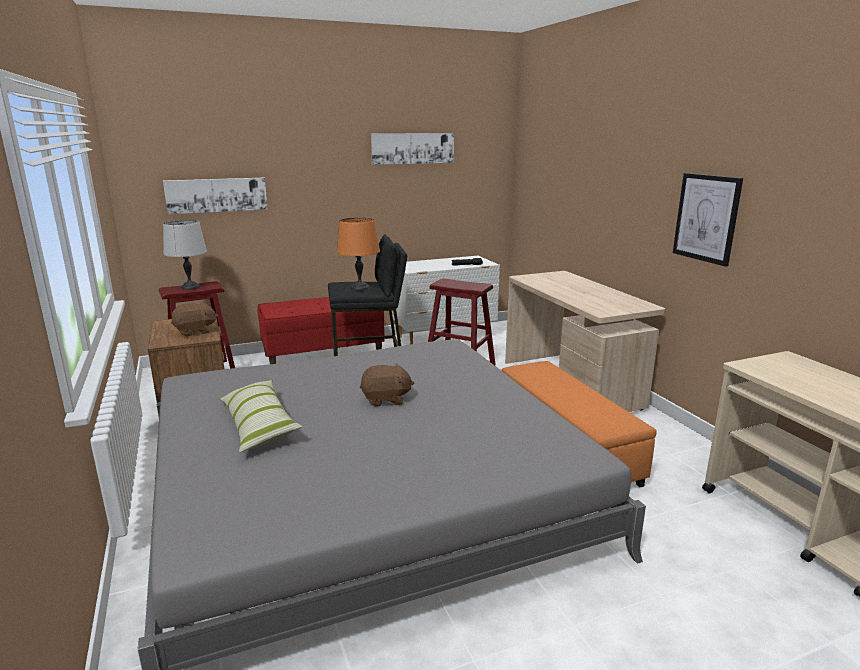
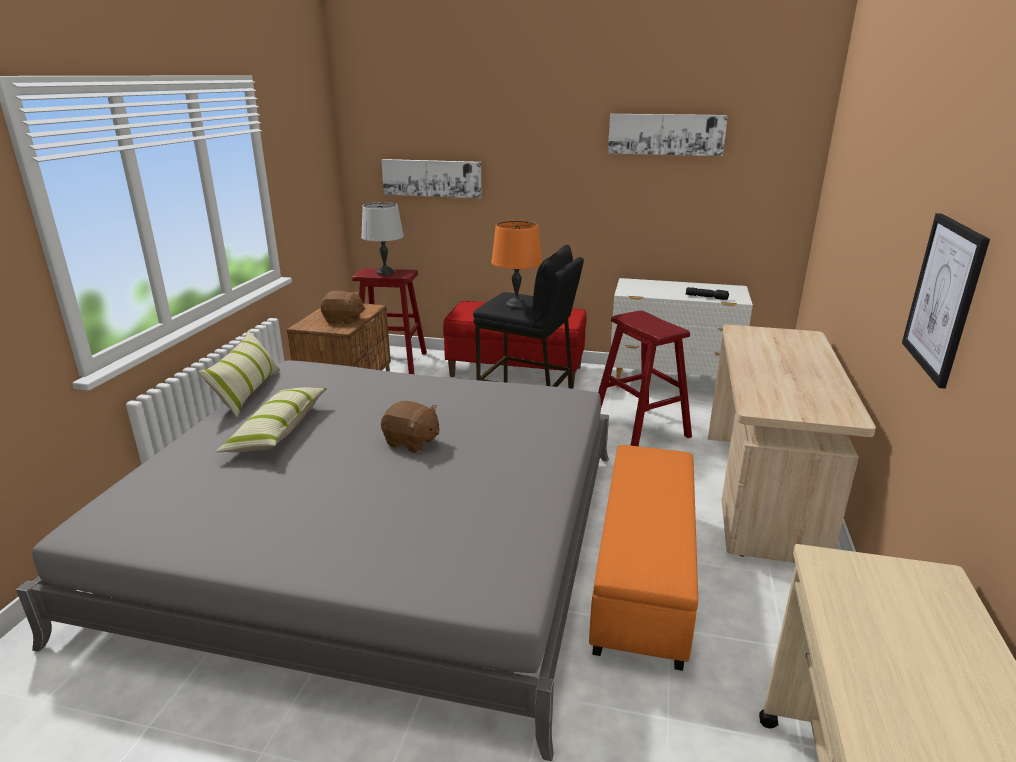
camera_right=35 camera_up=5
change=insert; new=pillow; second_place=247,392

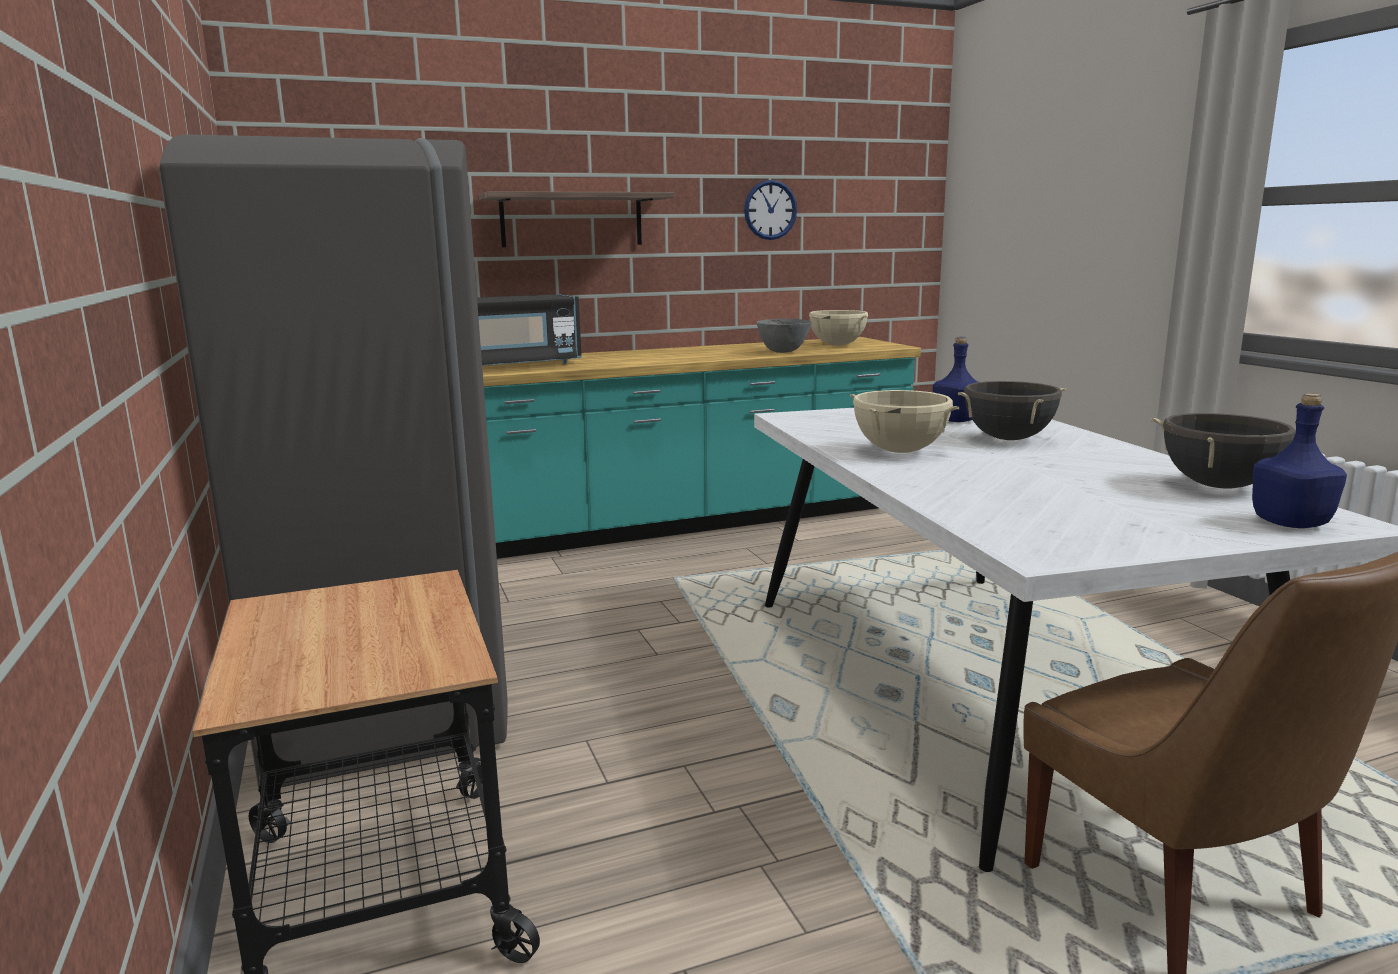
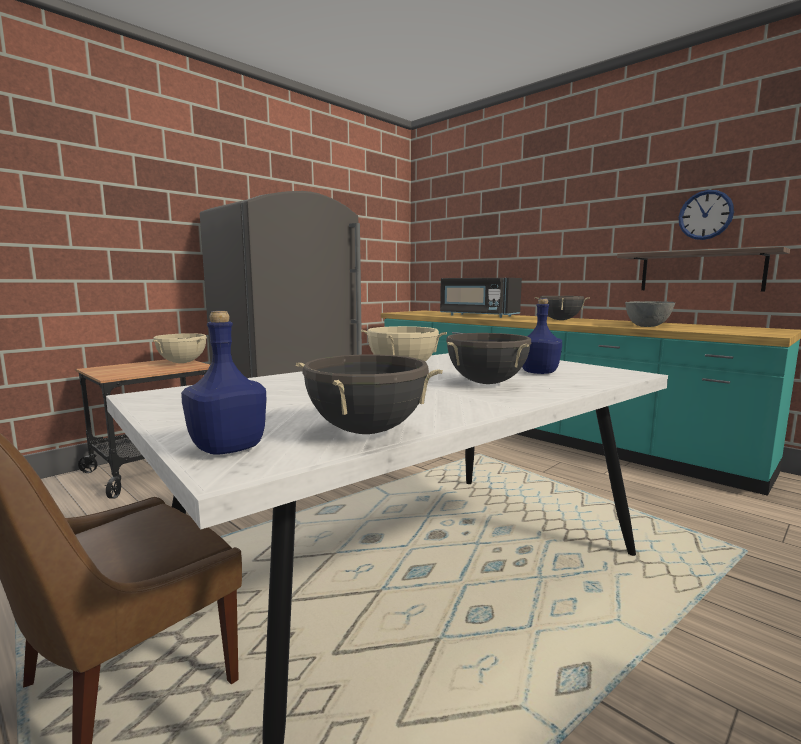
camera_right=65 camera_up=-5
change=move; old=shelf; first_place=572,220; second_place=700,271
change=move; old=cooking pot/beige; first_place=837,345; second_place=182,363
change=insert; new=cooking pot/black; second_place=560,320

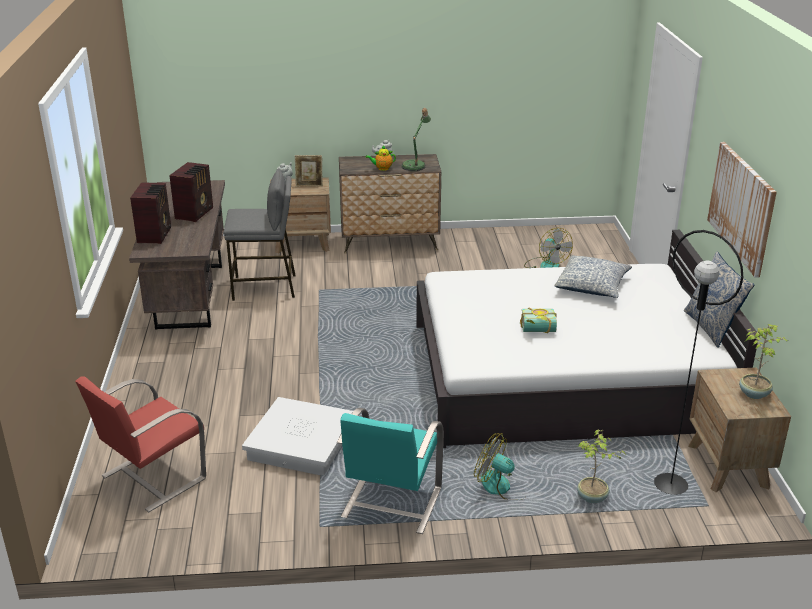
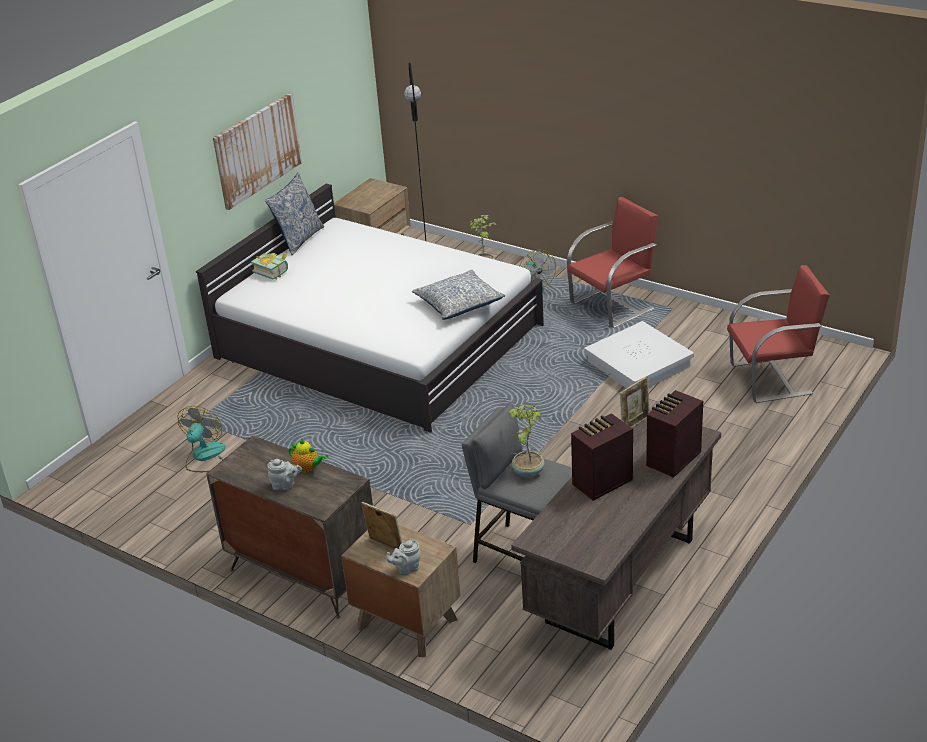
camera_right=-140 camera_up=5
change=recolor; old=chair/turquoise; new=chair/red; first_place=390,504; second_place=613,305
change=delete; old=table lamp; first_place=415,165
change=move; old=book; first_place=538,330; second_place=273,271
change=move; old=pillow; first_place=592,286; second_place=459,304
change=move; old=potted plant; first_place=754,393; second_place=527,472
change=insert; new=picture frame; second_place=634,423

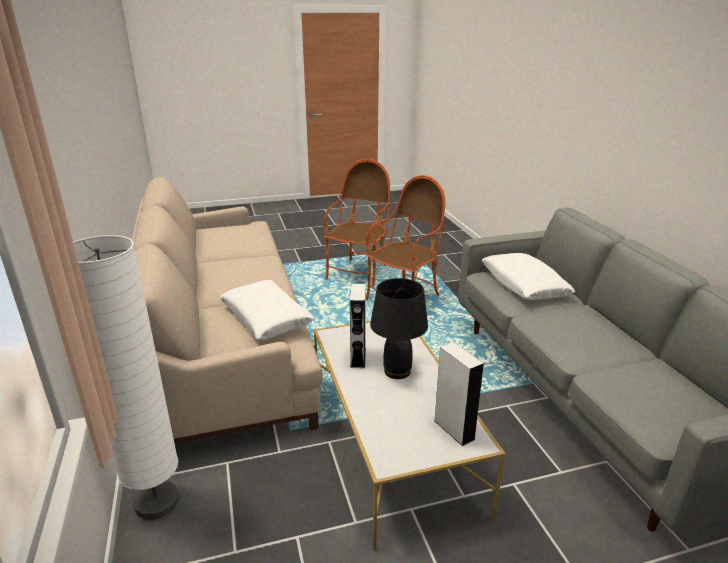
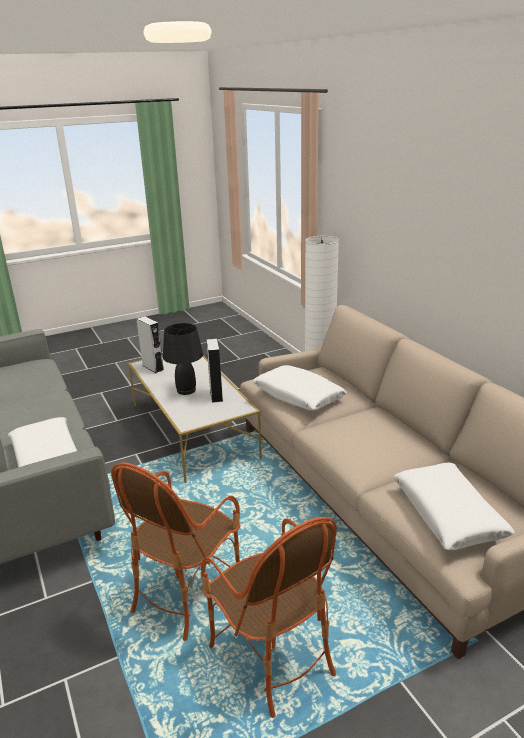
camera_right=170 camera_up=0
change=rotate; old=armchair; first_place=359,274; second_place=272,656; degrees=-45
change=insert; new=pillow/white; second_place=448,514

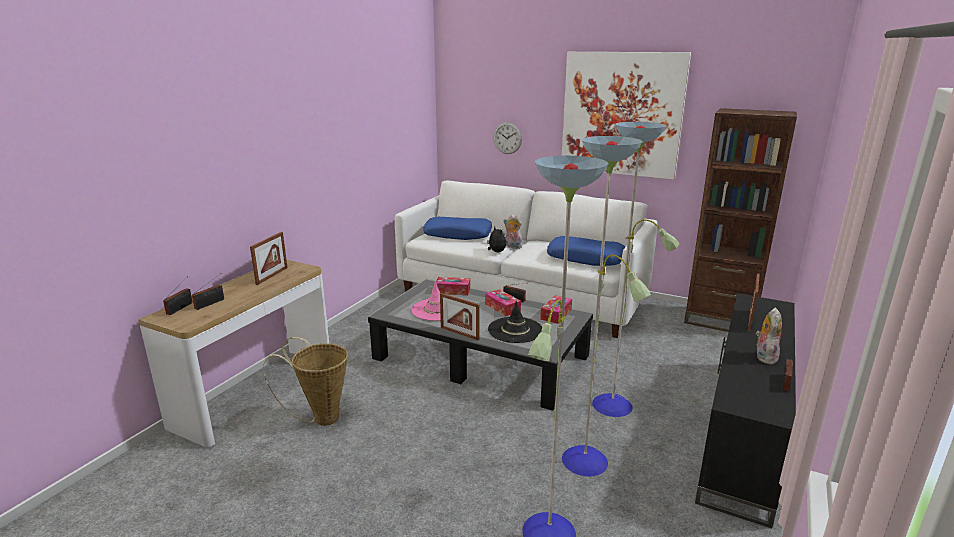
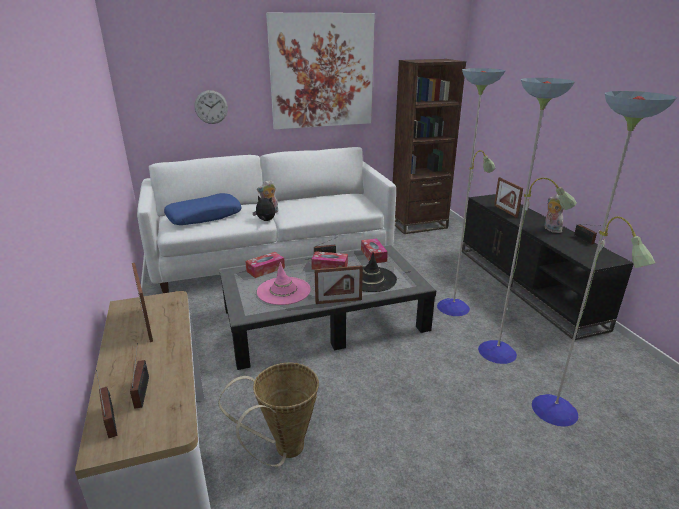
camera_right=-45 camera_up=5
change=delete; old=pillow/blue; first_place=585,258

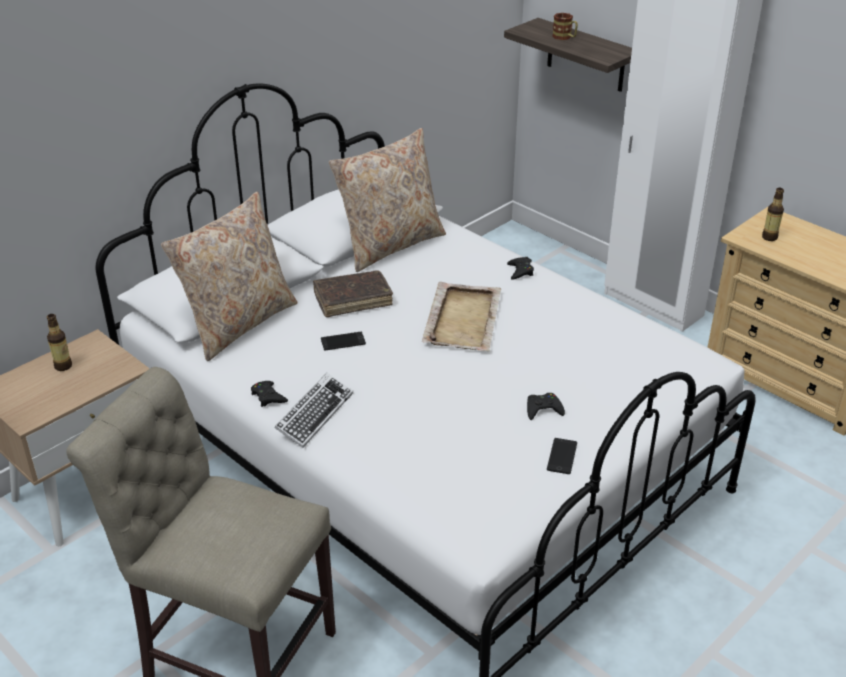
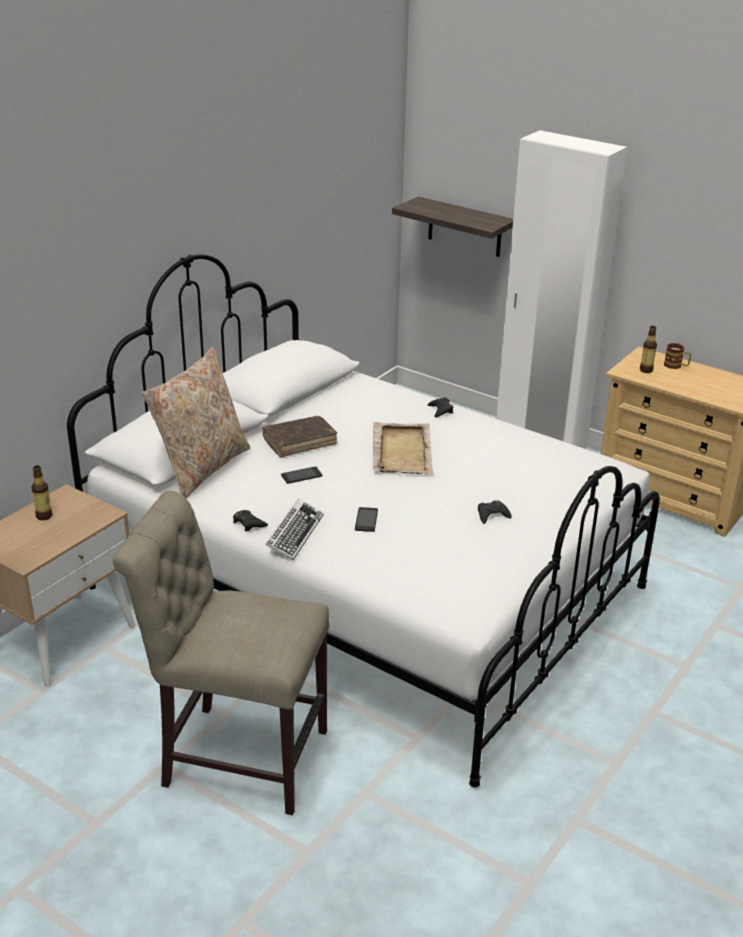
camera_right=-10 camera_up=-5
change=delete; old=pillow/beige; first_place=390,245
change=move; old=phone; first_place=562,456; second_place=366,520
change=move; old=mug; first_place=565,37; second_place=676,366

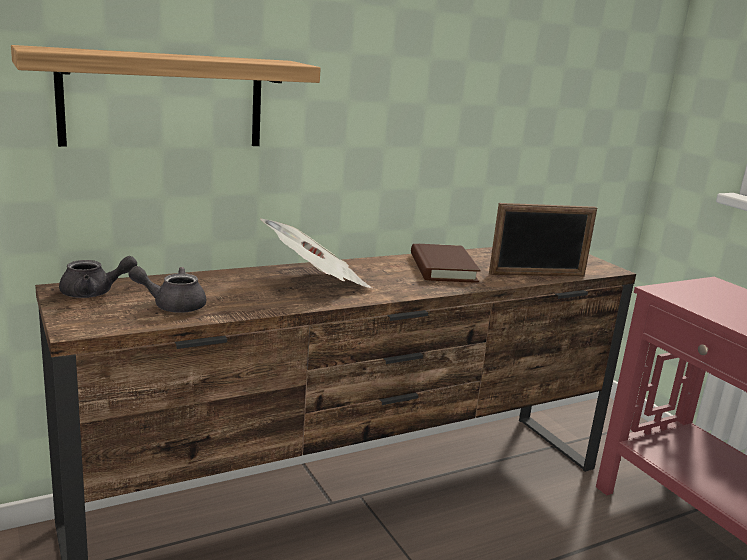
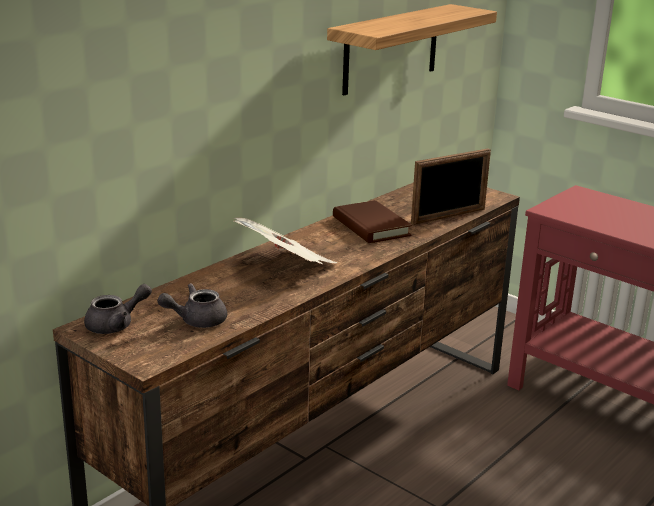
camera_right=-20 camera_up=5
change=move; old=shelf; first_place=163,100; second_place=391,49

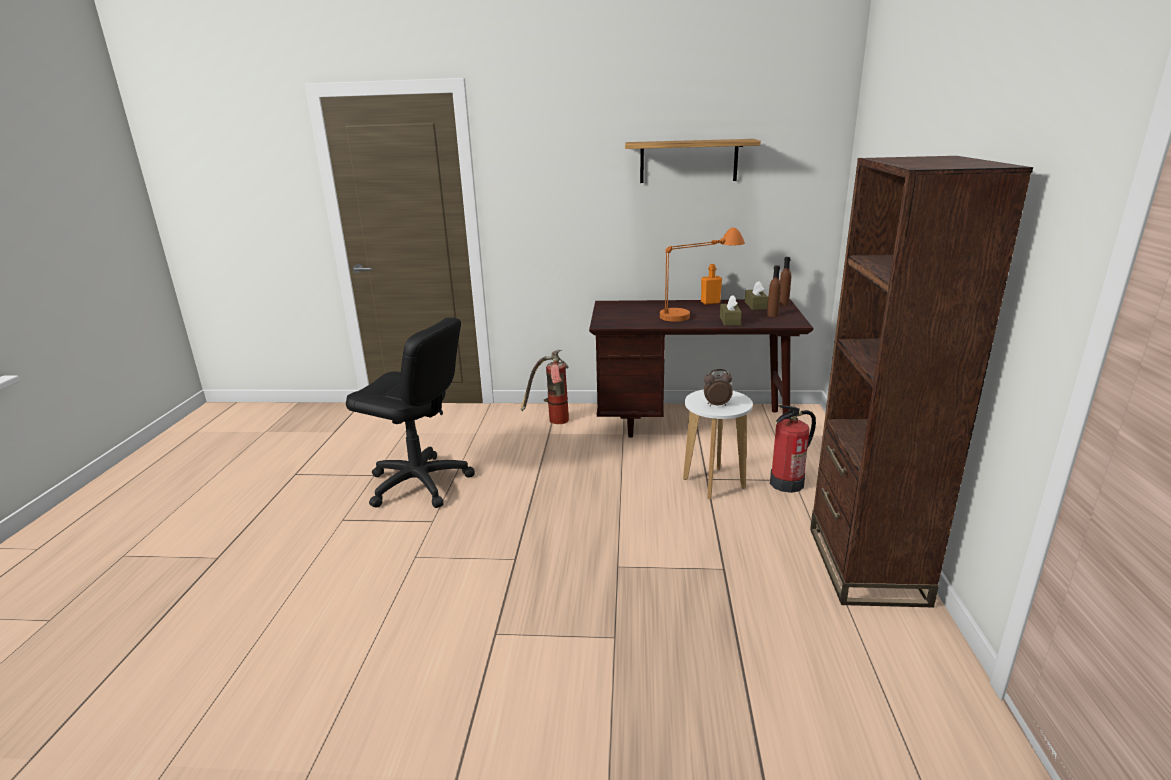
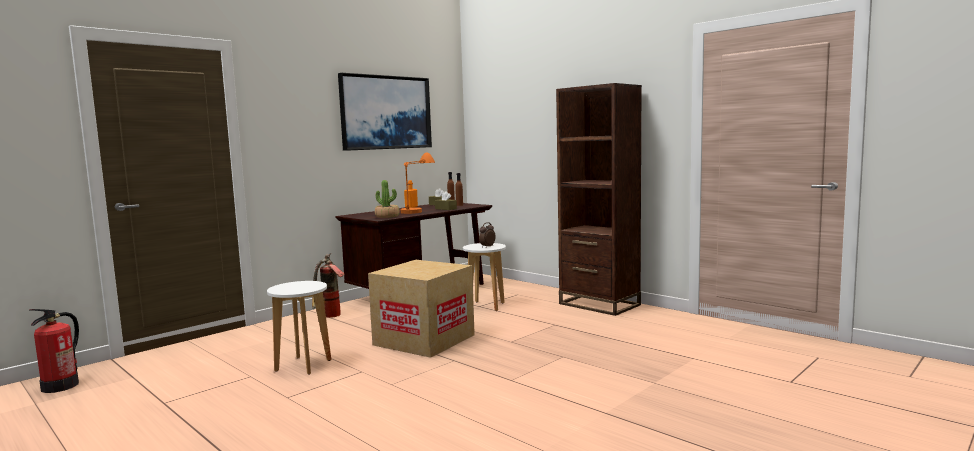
camera_right=-50 camera_up=-15
change=replace; old=office chair/black; new=stool/white; first_place=419,483; second_place=303,365
change=replace; old=shelf; new=picture; first_place=688,161; second_place=386,112
change=move; old=fire extinguisher; first_place=787,483; second_place=61,386
change=insert; new=cardboard box; second_place=424,340
change=insert; new=potted plant; second_place=387,216

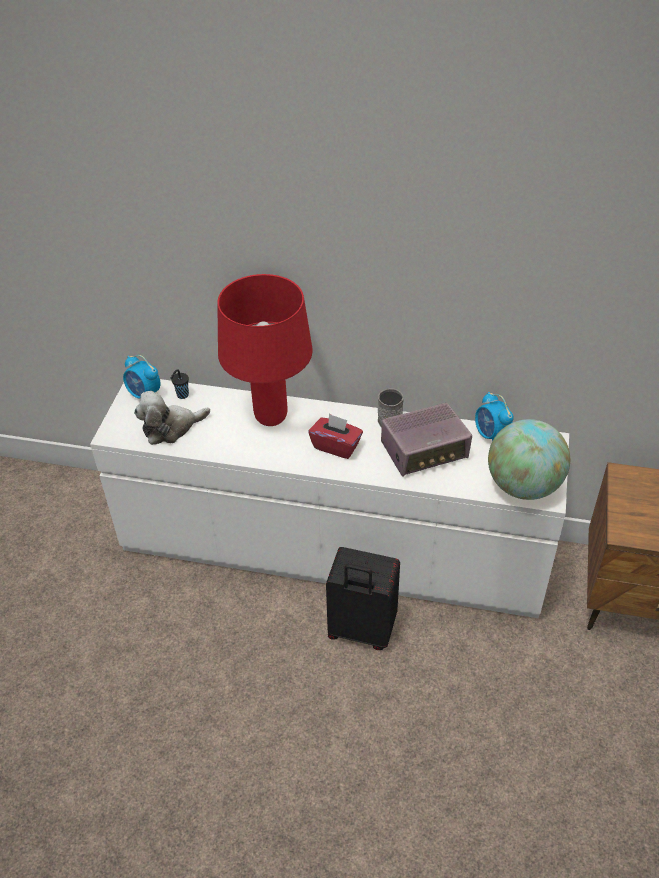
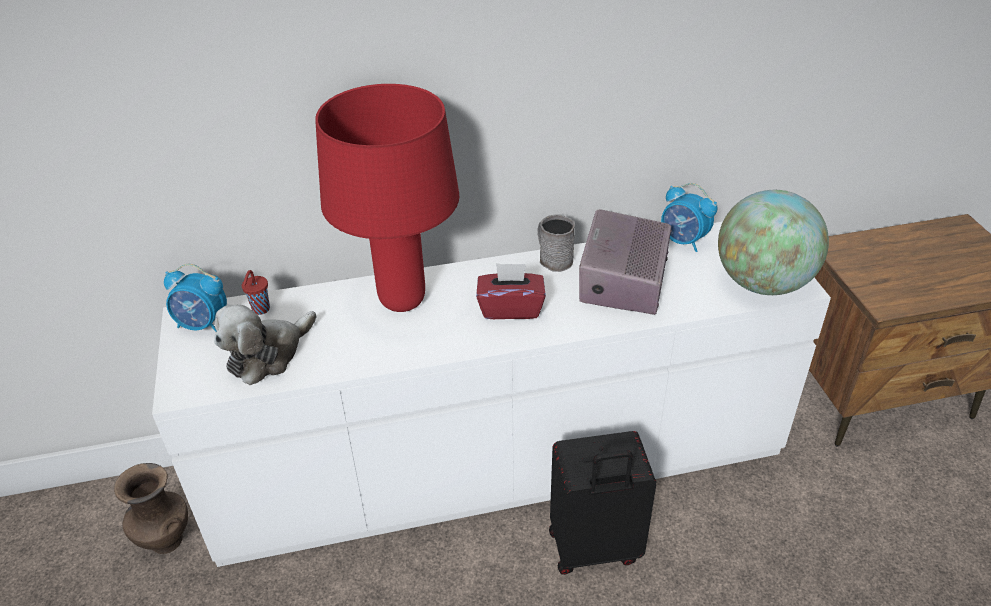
camera_right=-25 camera_up=-5
change=recolor; old=cup/black; new=cup/red; first_place=182,395; second_place=260,310
change=rotate; old=radio; first_place=425,451; second_place=622,281; degrees=150
change=insert; new=vase/brown; second_place=165,540

